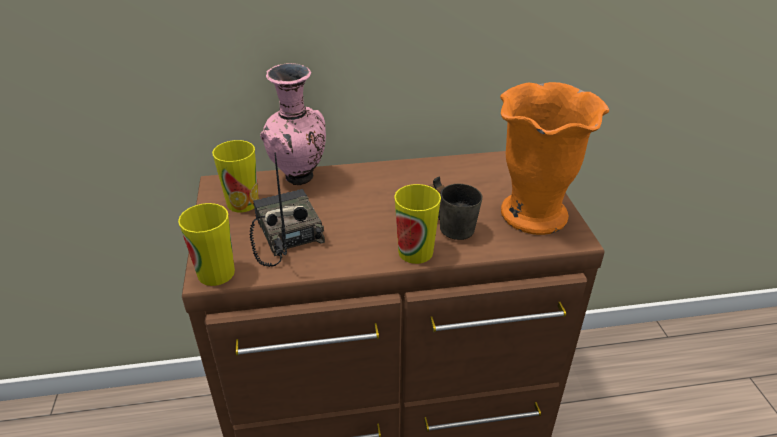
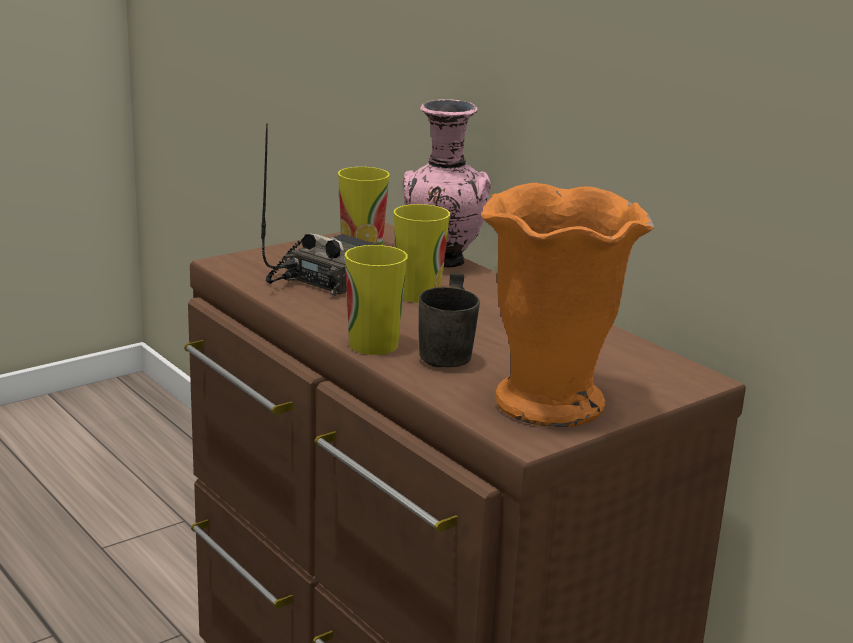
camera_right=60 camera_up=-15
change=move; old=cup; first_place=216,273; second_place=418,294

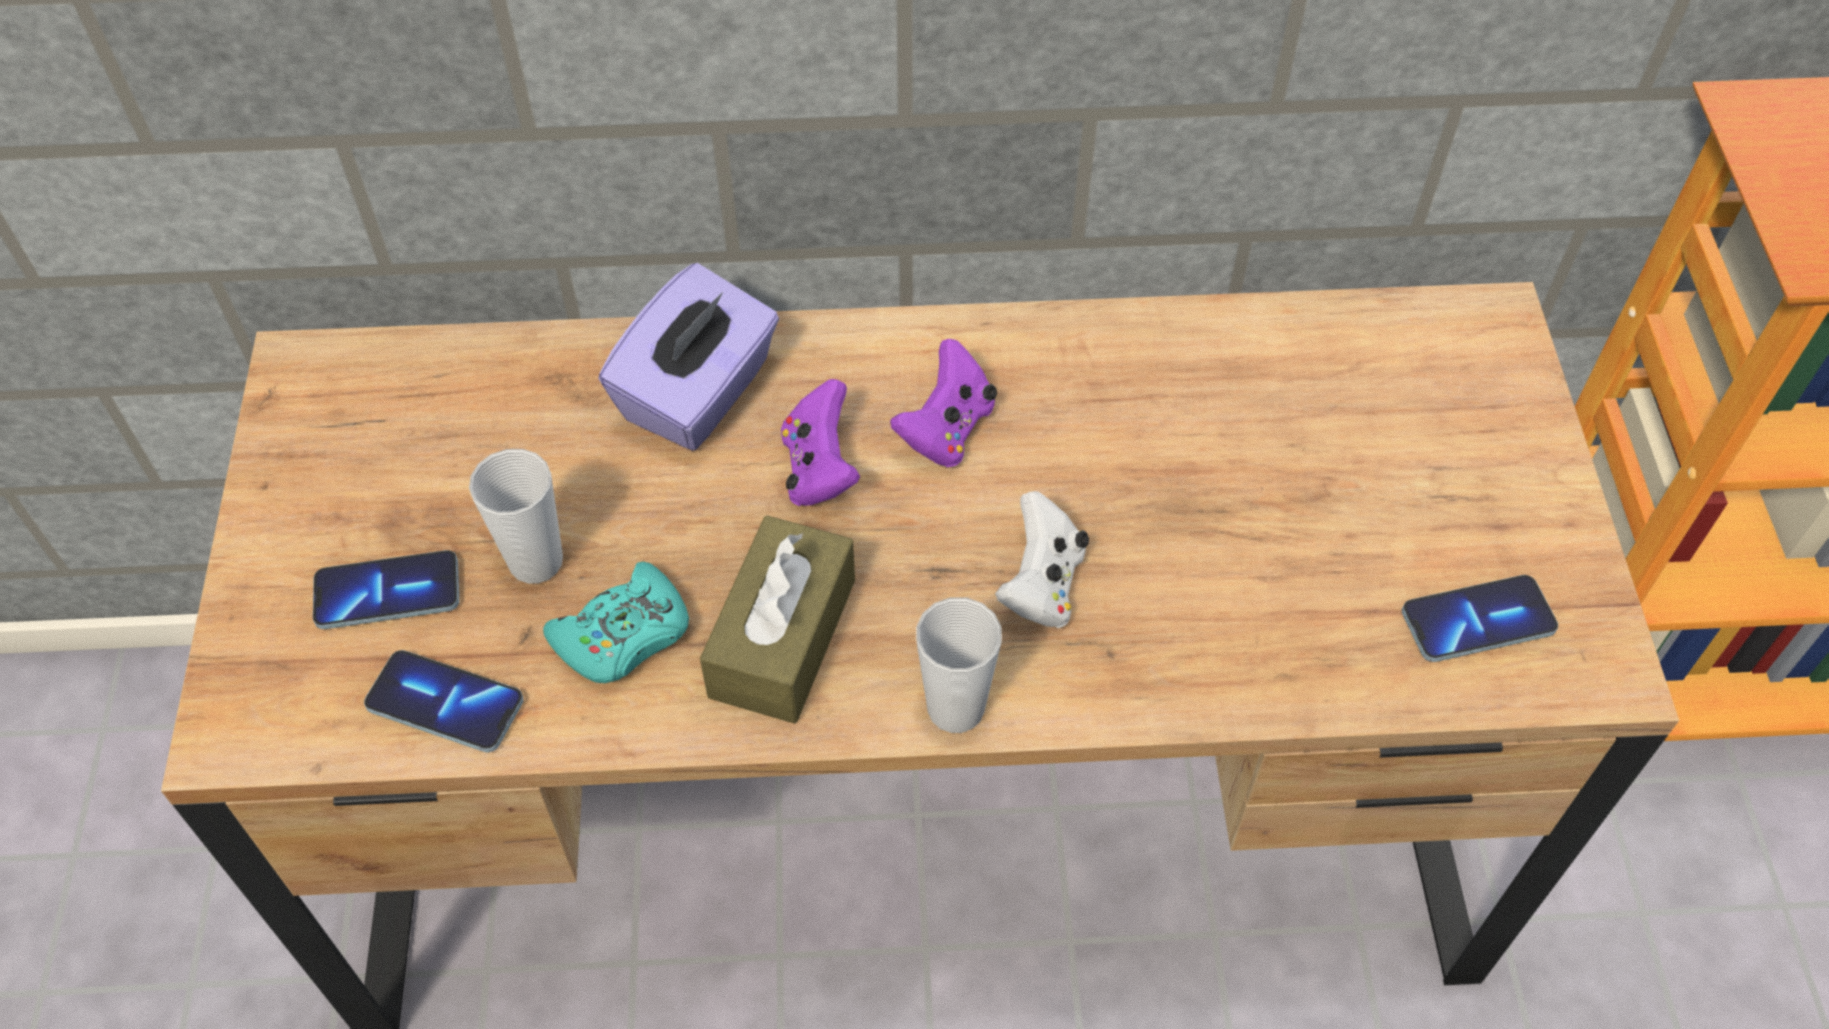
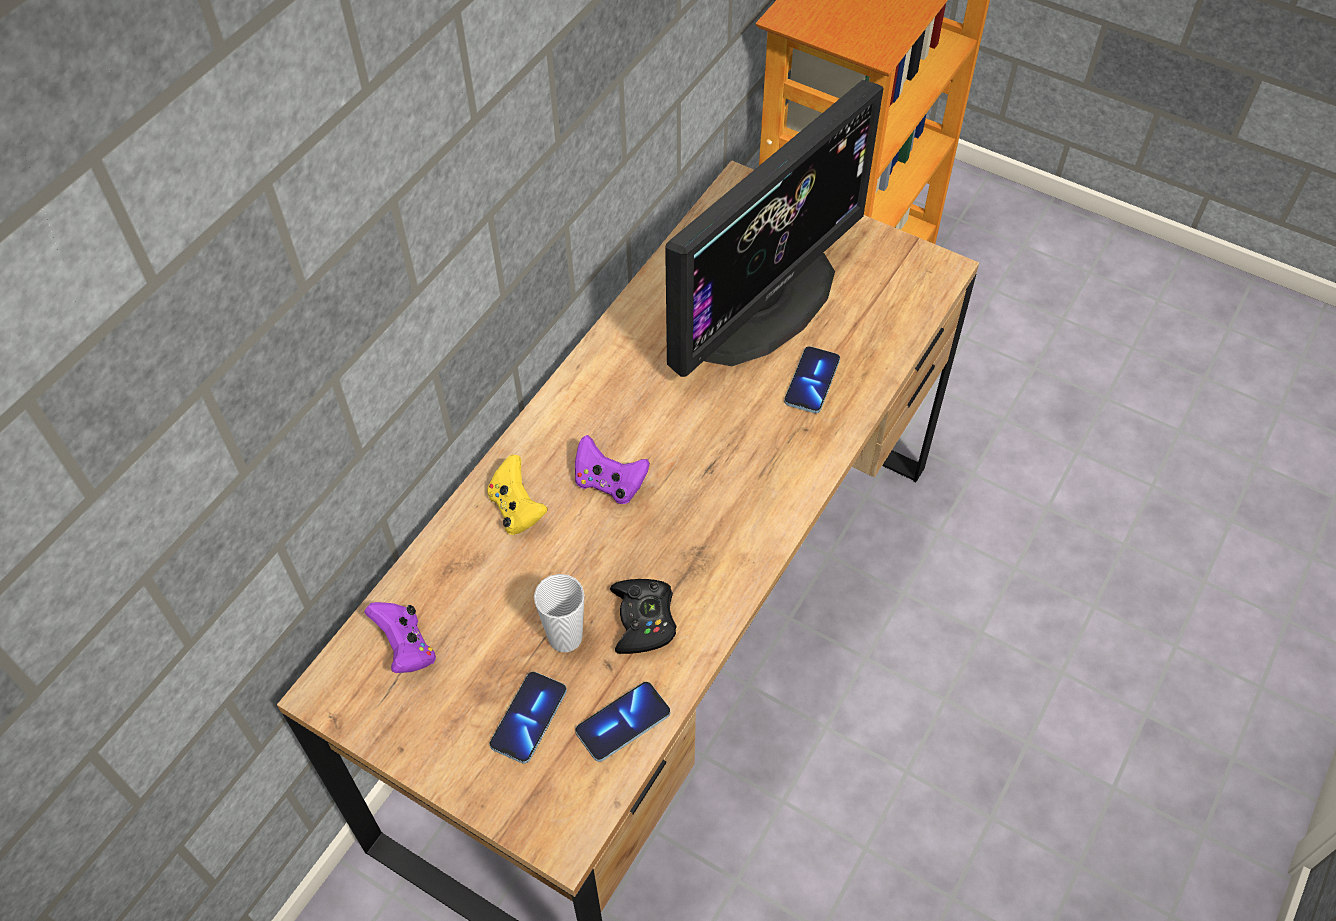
camera_right=-55 camera_up=0
change=recolor; old=game controller/turquoise; new=game controller/black; first_place=624,635; second_place=643,620
change=replace; old=tissue box/purple; new=game controller/yellow; first_place=699,394; second_place=517,509
change=delete; old=tissue box/brown; first_place=782,638
change=move; old=game controller/purple; first_place=946,429; second_place=406,648
change=delete; old=cup; first_place=955,708
change=delete; old=game controller/white; first_place=1041,585
change=move; old=phone; first_place=1477,621; second_place=812,381
change=insert; new=monitor; second_place=765,304

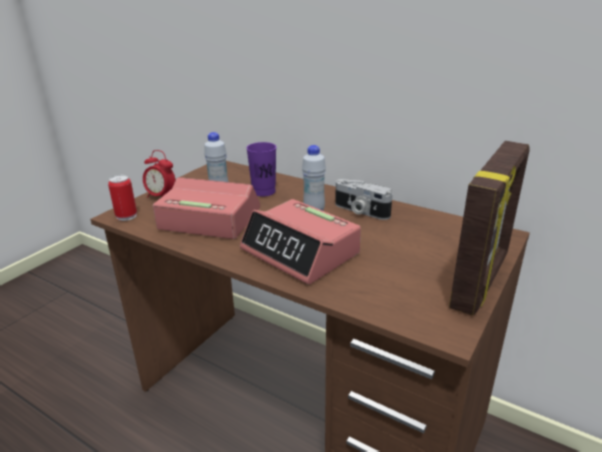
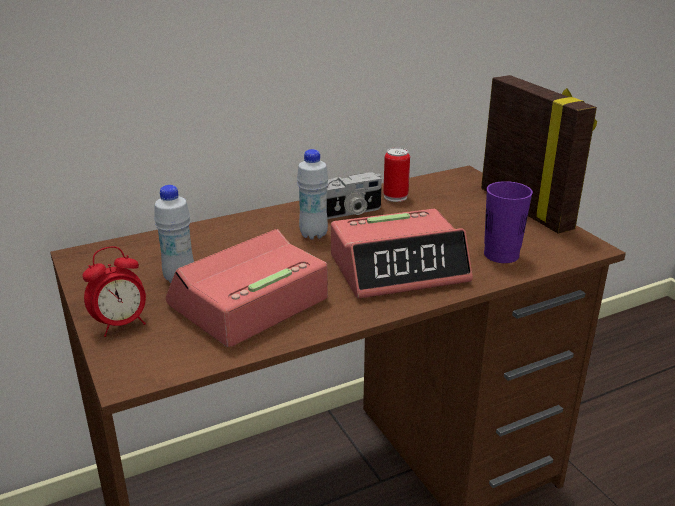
camera_right=-60 camera_up=0
change=move; old=can; first_place=126,216; second_place=395,197
change=move; old=cup/purple; first_place=264,191; second_place=501,255

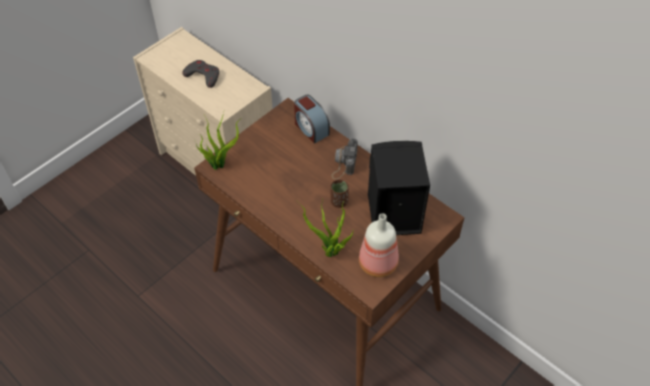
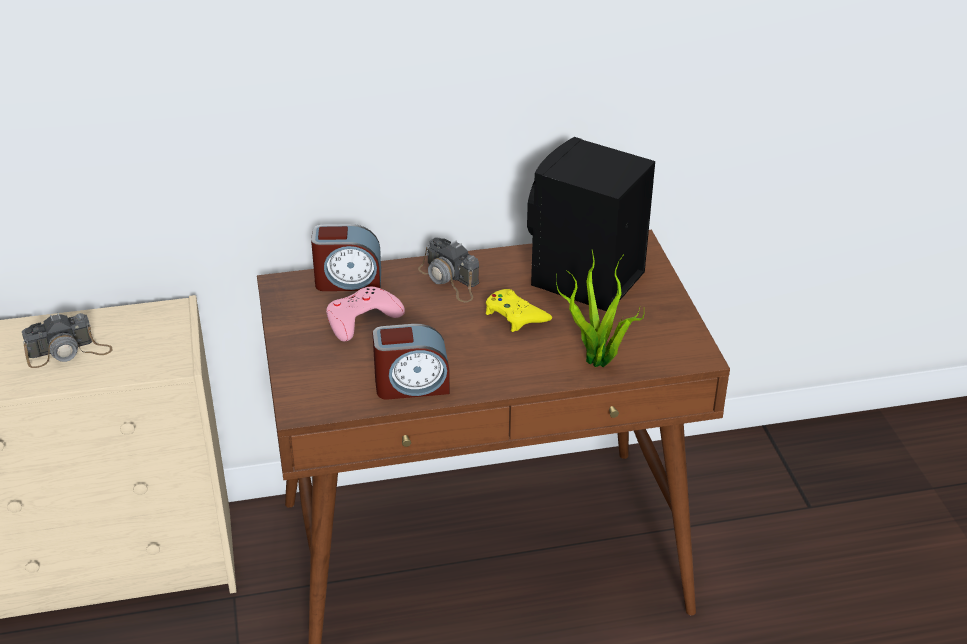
camera_right=-55 camera_up=-15
change=replace; old=game controller/grey; new=photo camera; first_place=203,76; second_place=69,352
change=delete; old=potted plant; first_place=220,164
change=replace; old=cup/brown; new=game controller/yellow; first_place=339,201; second_place=515,315
change=delete; old=bottle; first_place=379,263
change=insert; new=game controller/pink; second_place=361,319
change=insert; new=alarm clock; second_place=411,385

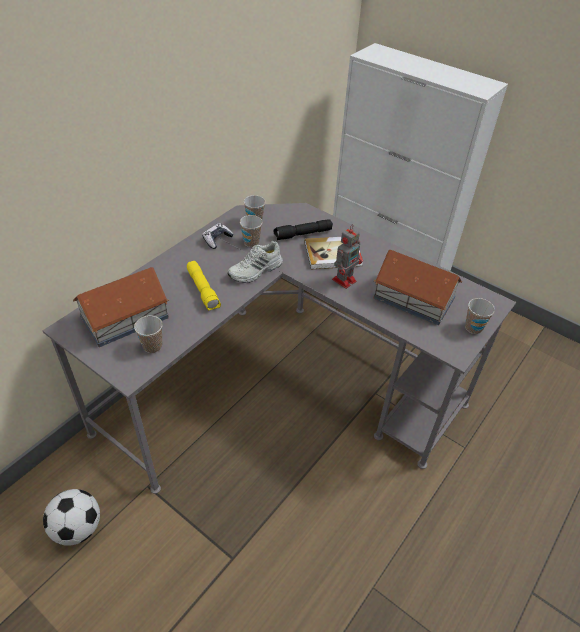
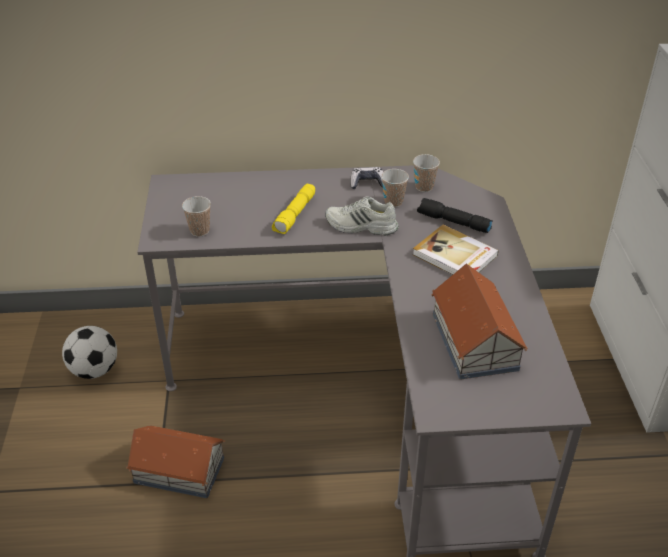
camera_right=50 camera_up=-5
change=move; old=toy house; first_place=124,317; second_place=178,469
change=delete; old=toy robot; first_place=345,279
change=delete; old=cup; first_place=473,328

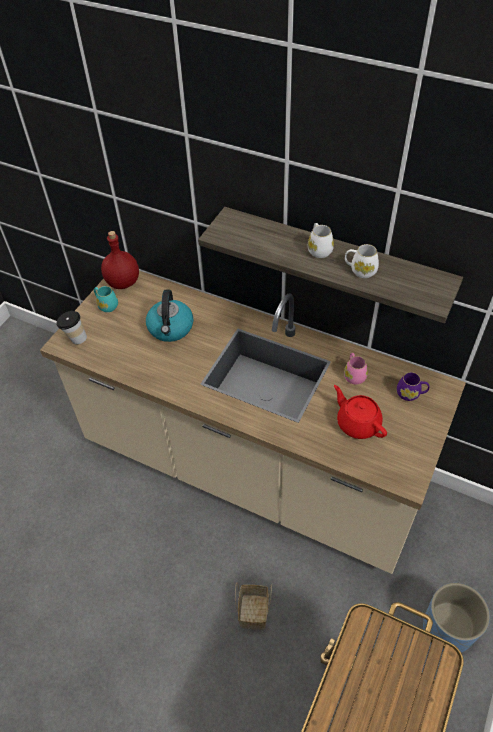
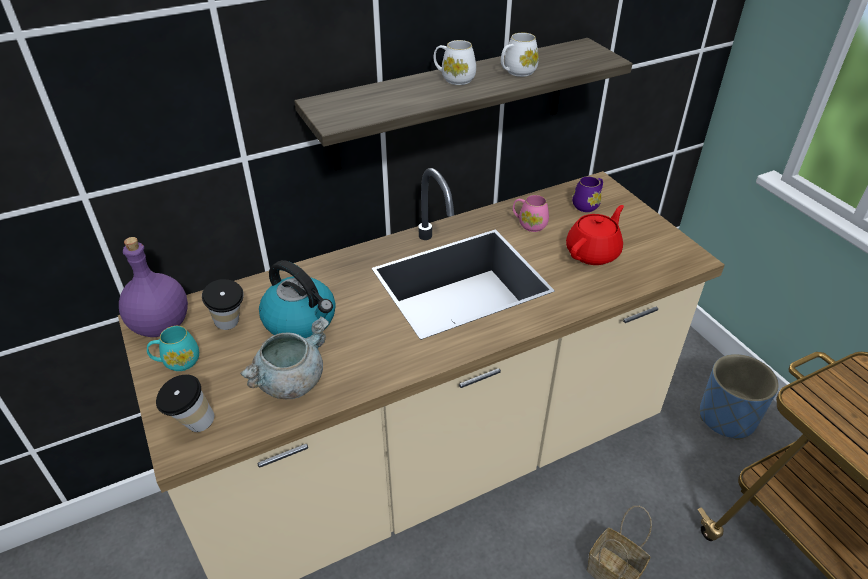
camera_right=-55 camera_up=-10
change=recolor; old=bottle/red; new=bottle/purple; first_place=123,282; second_place=162,325
change=rotate; old=teapot/red; first_place=357,423; second_place=593,252; degrees=135
change=insert; new=cup; second_place=230,326
change=insert; new=cooking pot/grey; second_place=291,381

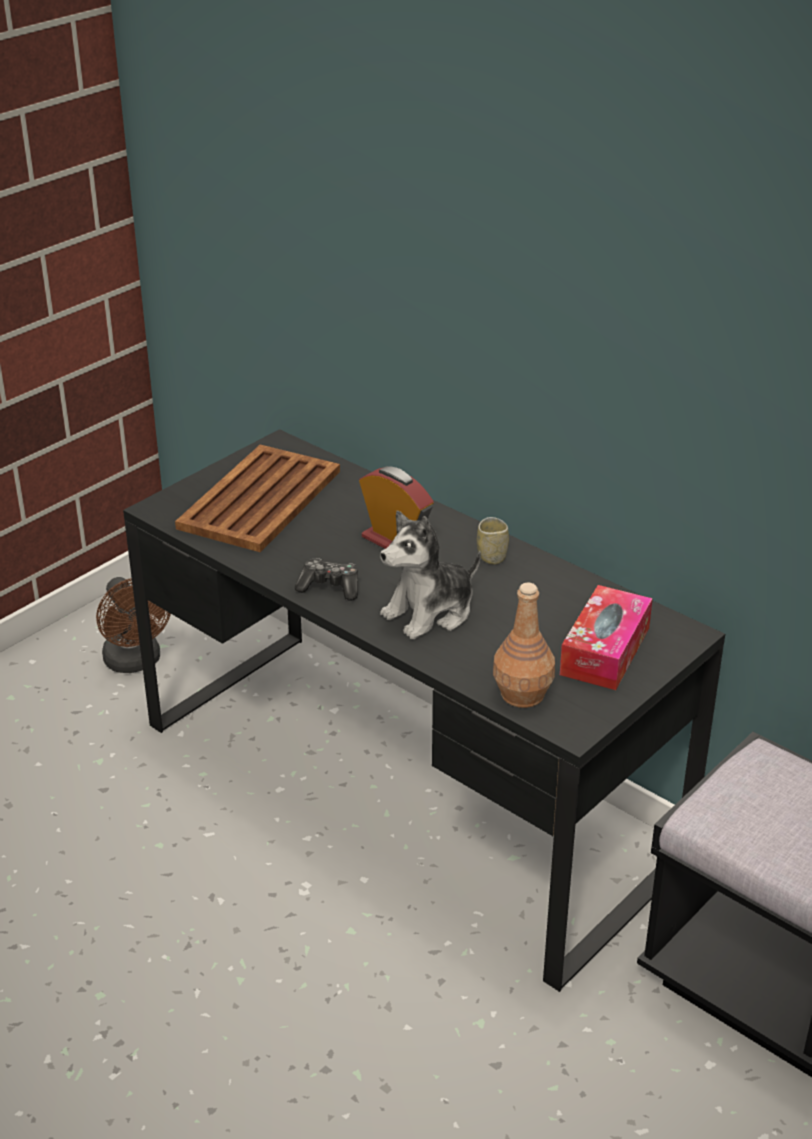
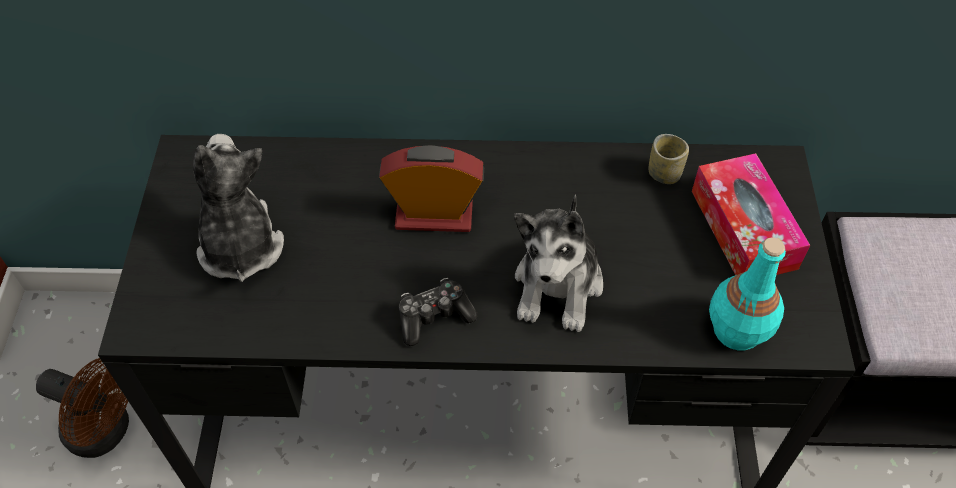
camera_right=-40 camera_up=20
change=replace; old=tray/brown; new=plush toy; first_place=259,500; second_place=240,245
change=move; old=cup; first_place=492,557; second_place=664,173
change=recolor; old=bottle/brown; new=bottle/turquoise; first_place=522,694; second_place=736,329

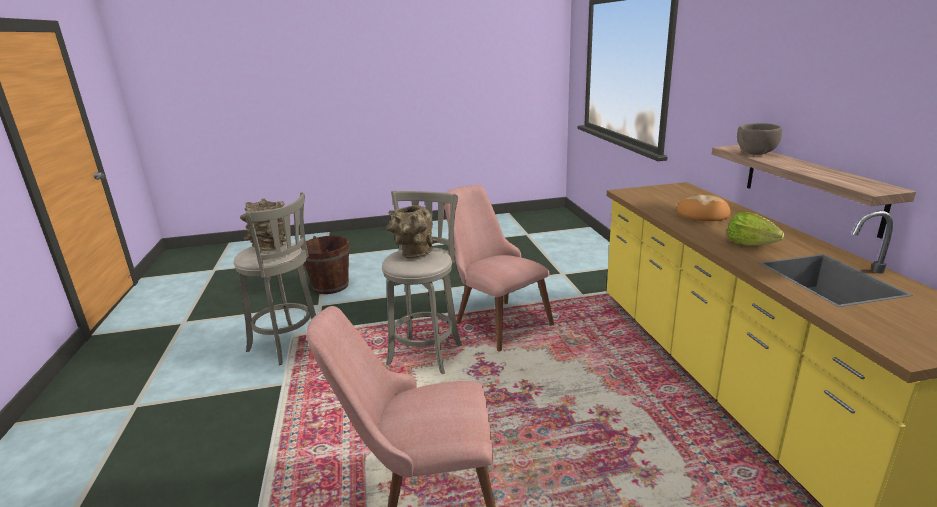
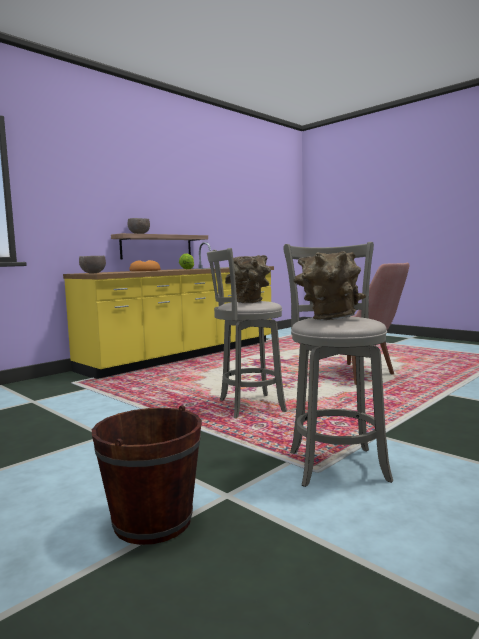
camera_right=-125 camera_up=-15
change=delete; old=chair/pink; first_place=495,320
change=insert; new=bowl/brown; second_place=93,273

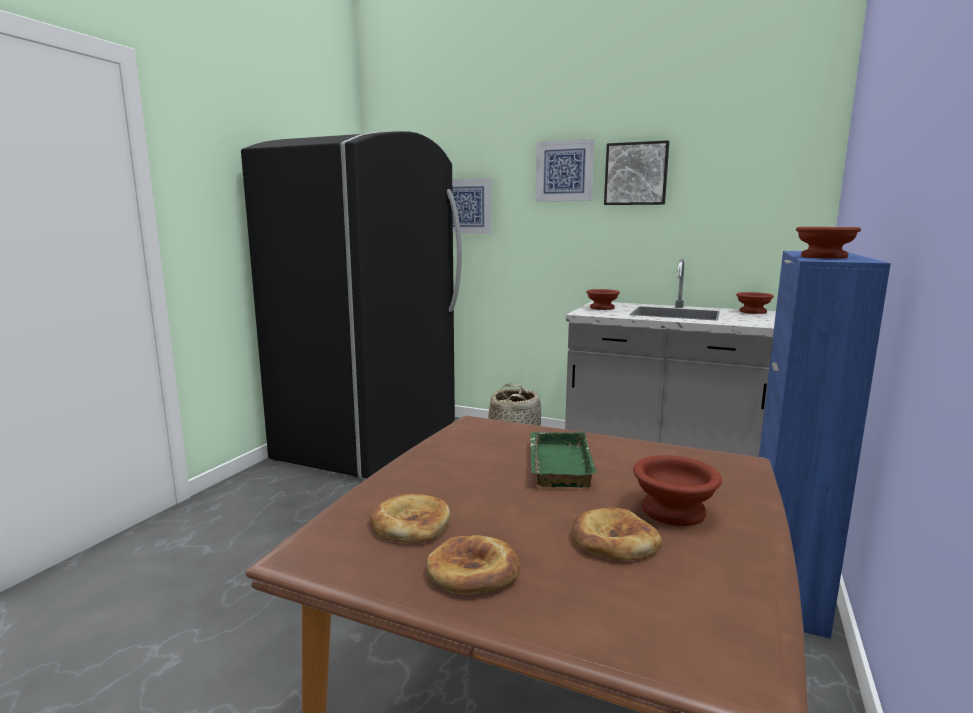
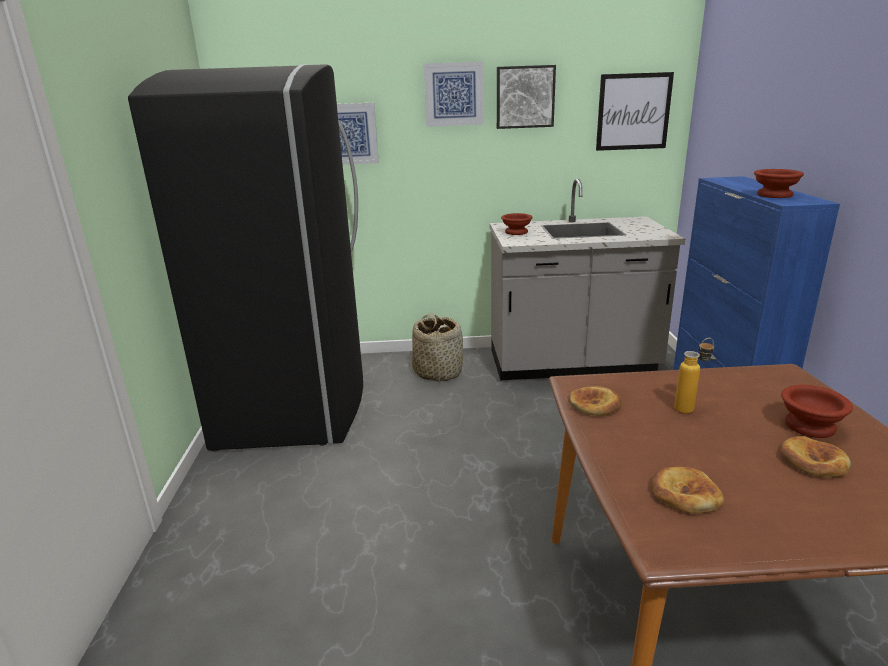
camera_right=-25 camera_up=10
change=move; old=bread; first_place=473,571; second_place=594,405
change=replace; old=tray/green; new=bottle; first_place=556,464; second_place=690,408
change=delete; old=bowl/brown; first_place=753,312
change=insert; new=picture; second_place=633,112

